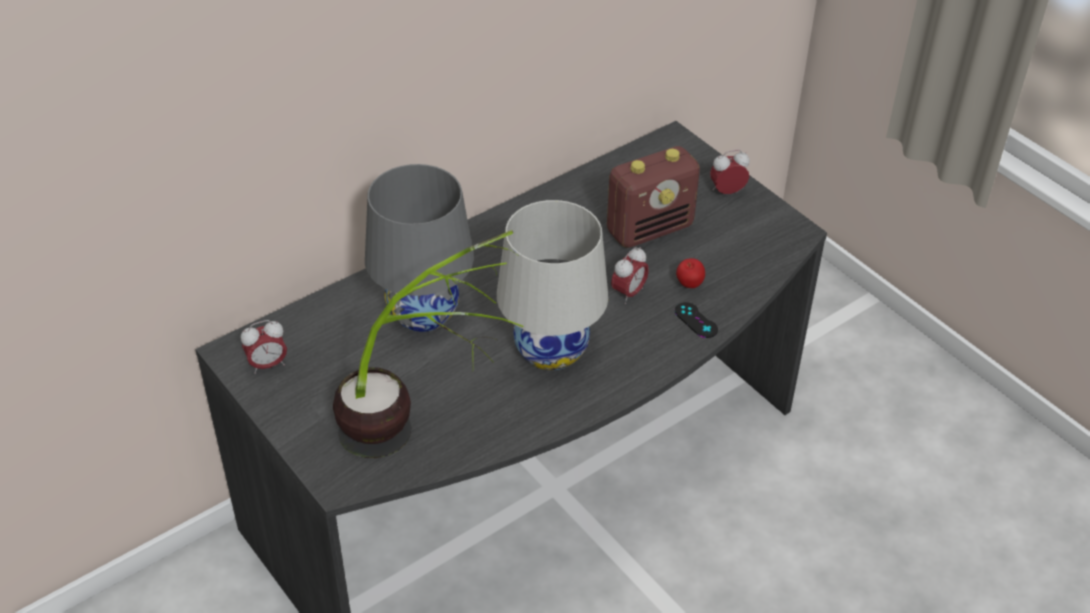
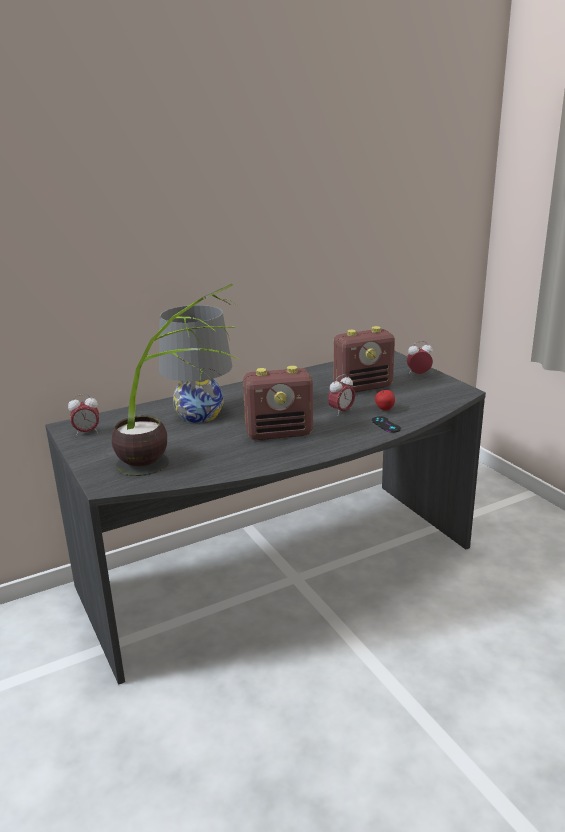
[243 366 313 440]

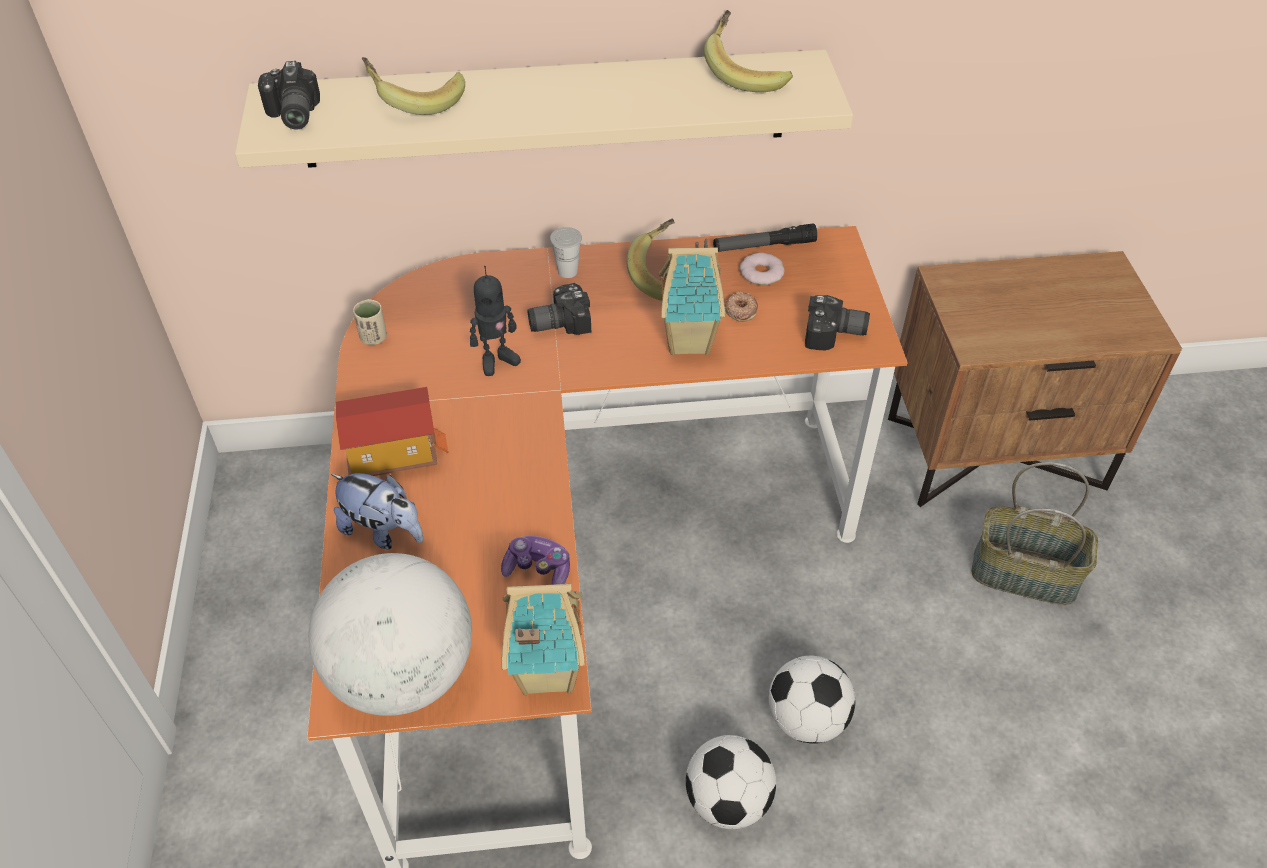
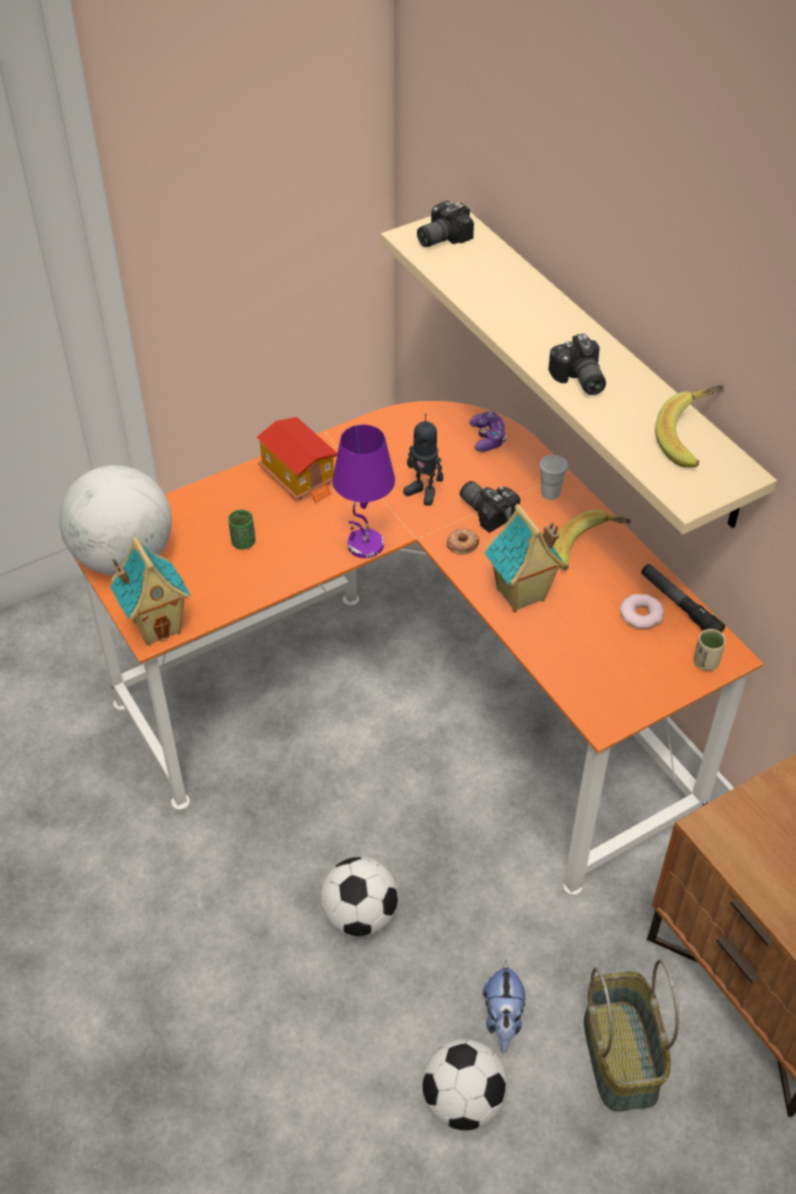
[483 960 525 1053]
[694 629 726 671]
[362 57 465 115] (first image)
[469 411 506 452]
[422 1039 508 1130]
[447 528 479 554]
[548 334 606 395]
[228 510 255 549]
[332 425 395 558]

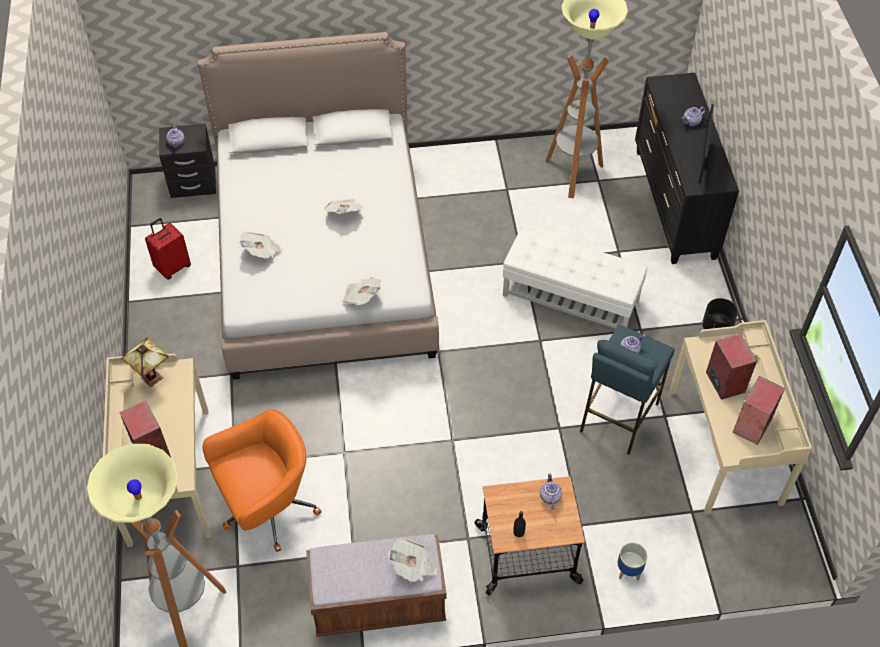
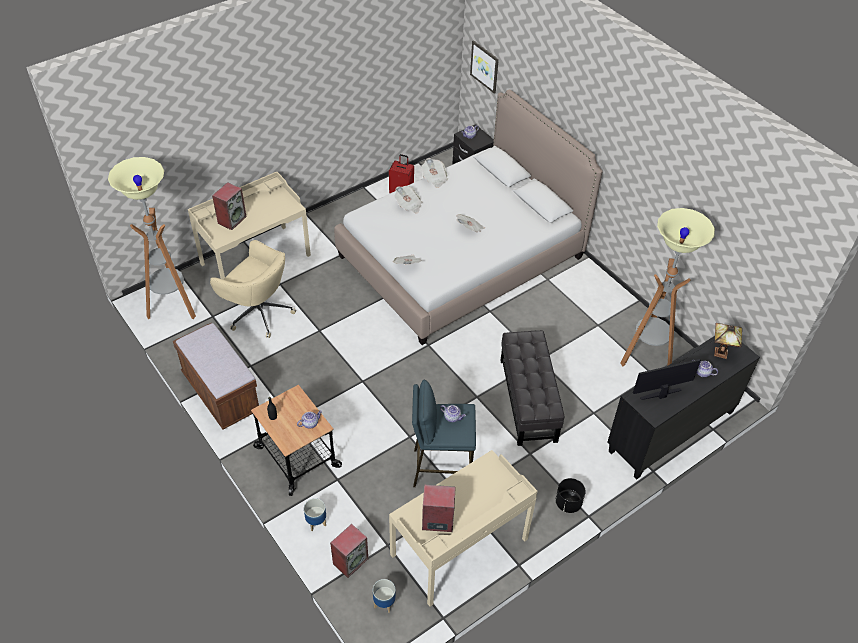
[714 323 742 359]
[210 240 296 338]
[421 158 448 188]
[500 330 564 446]
[330 524 368 578]
[373 579 396 613]
[470 40 499 94]

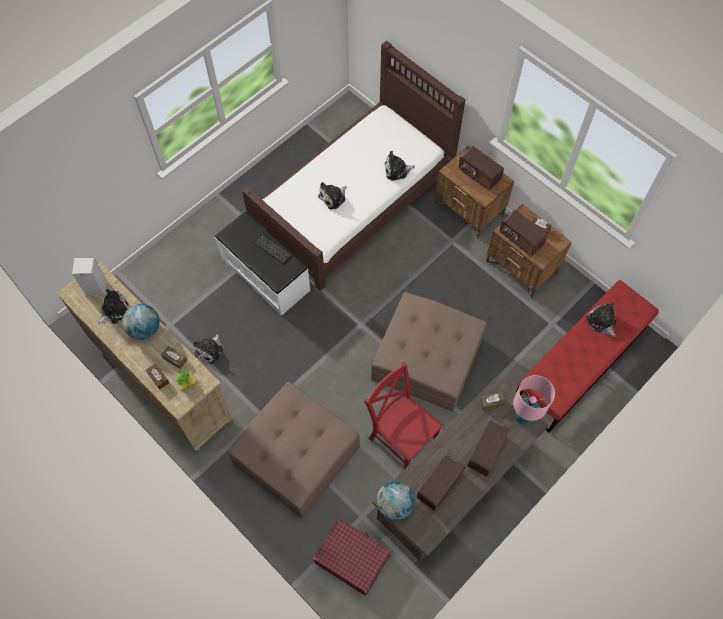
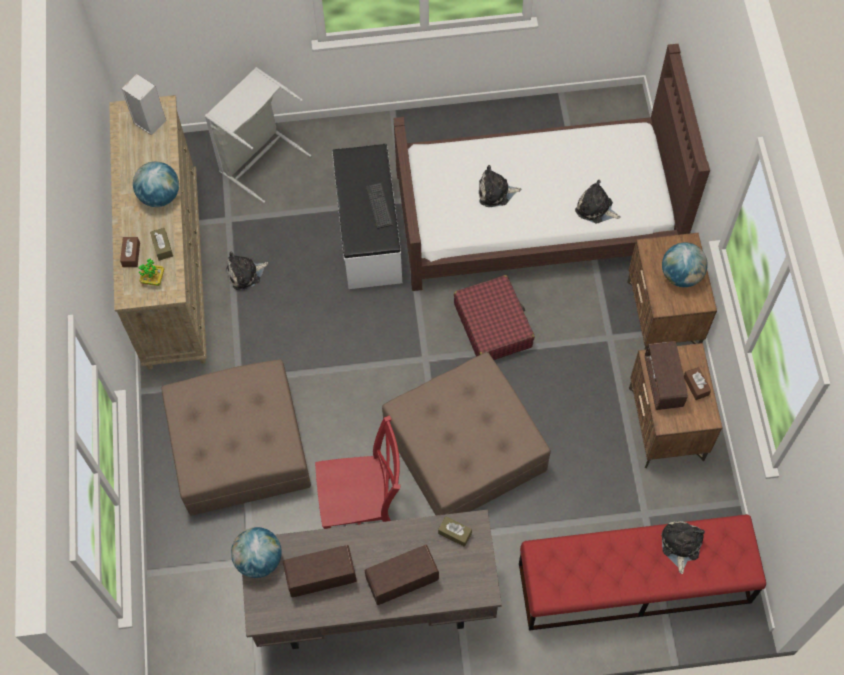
[98 289 130 325] (first image)
[454 275 535 360]
[315 415 401 529]
[662 242 708 287]
[513 375 555 425] (first image)
[205 67 311 203]

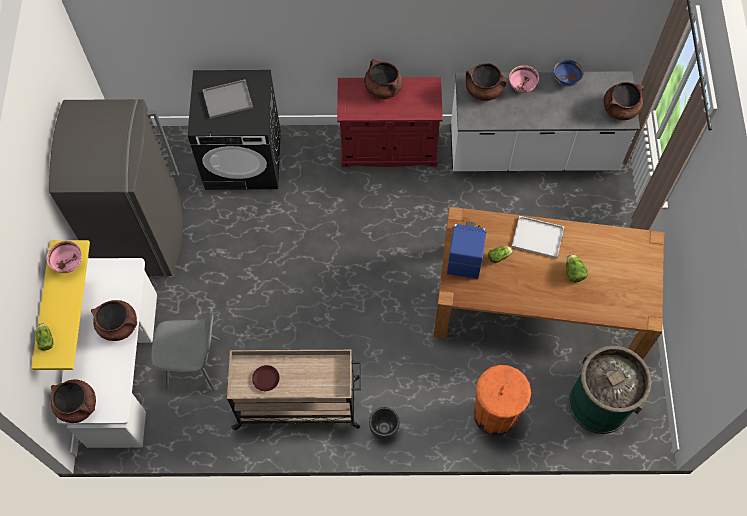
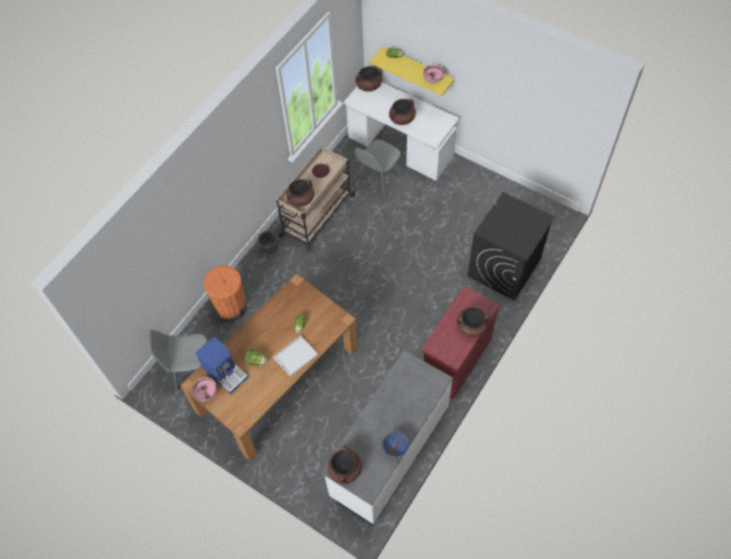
[49 99 183 276] (first image)
[202 79 253 119] (first image)
[196 337 248 394]
[286 179 314 207]
[192 377 216 401]
[149 330 207 391]

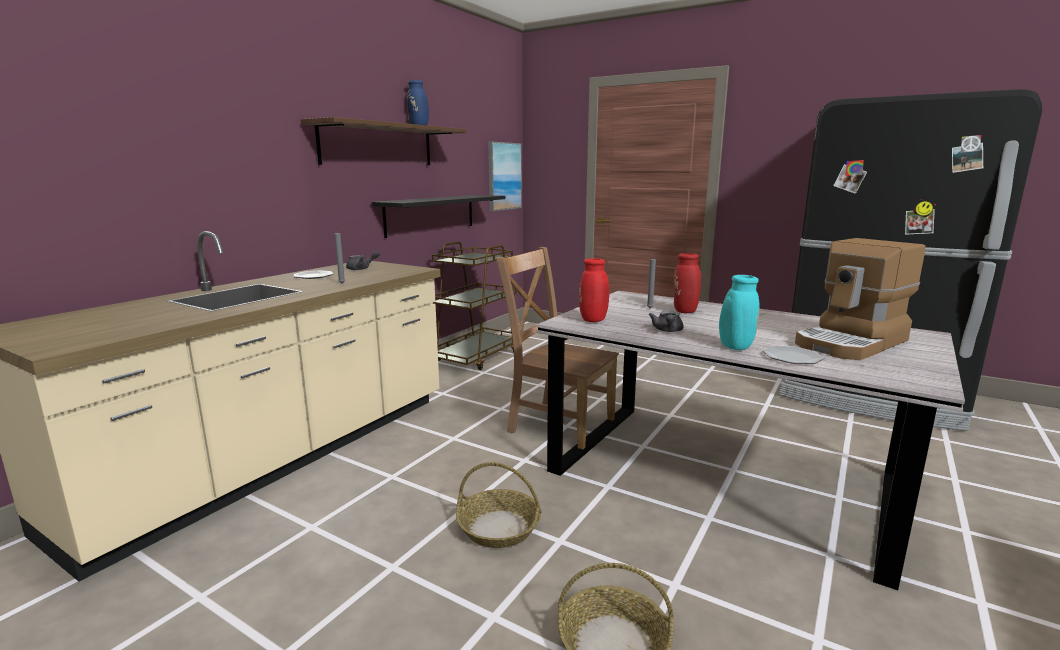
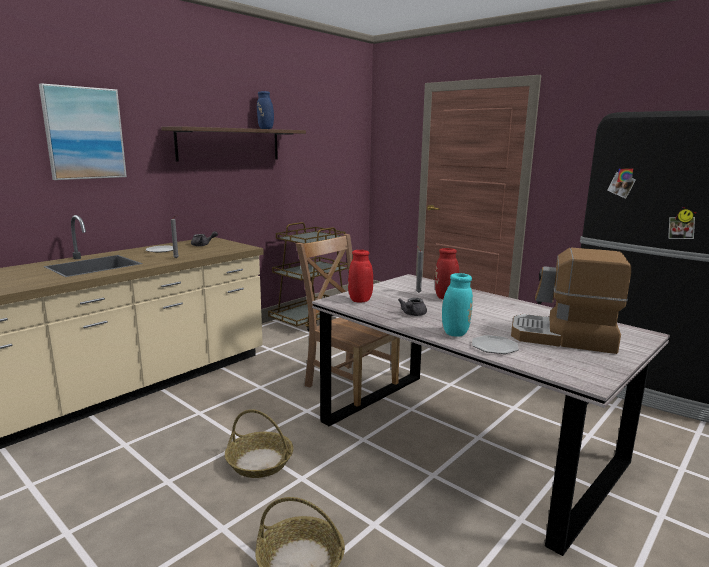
[372 195 505 238] (first image)
[39 83 127 180]
[511 248 631 354]

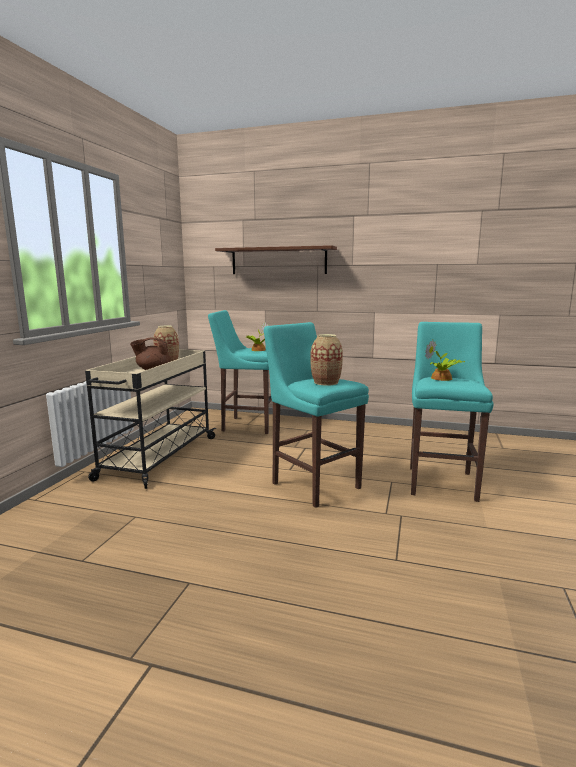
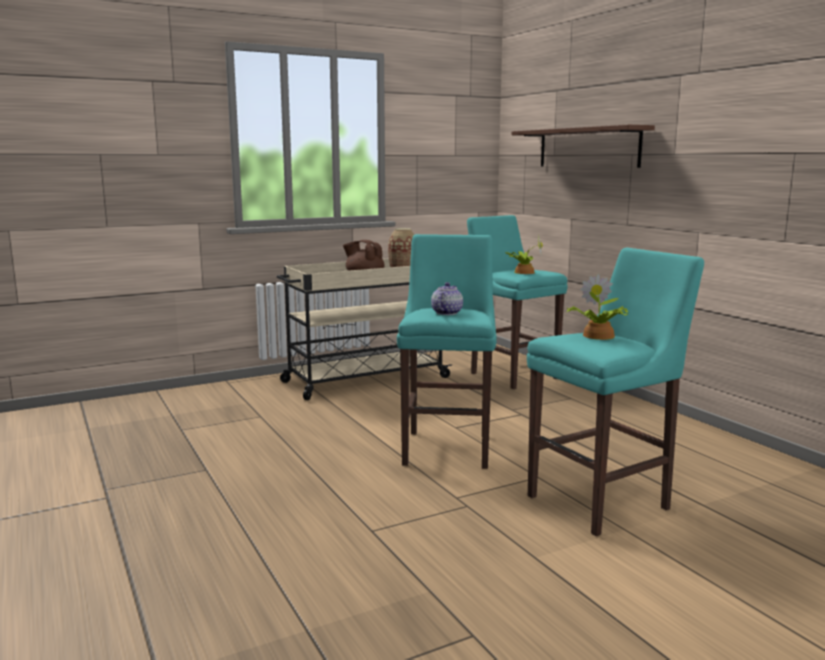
[431 282 463 315]

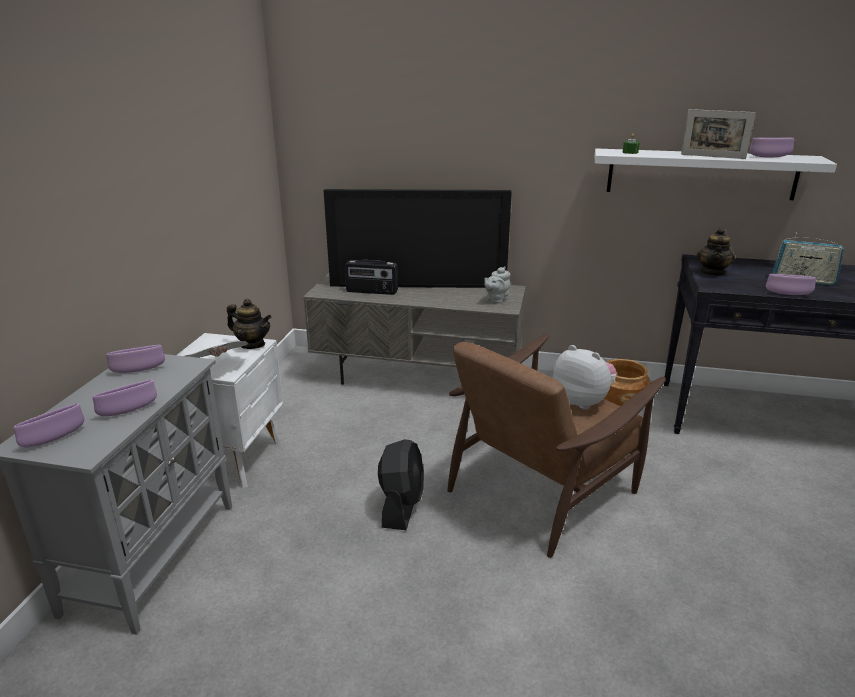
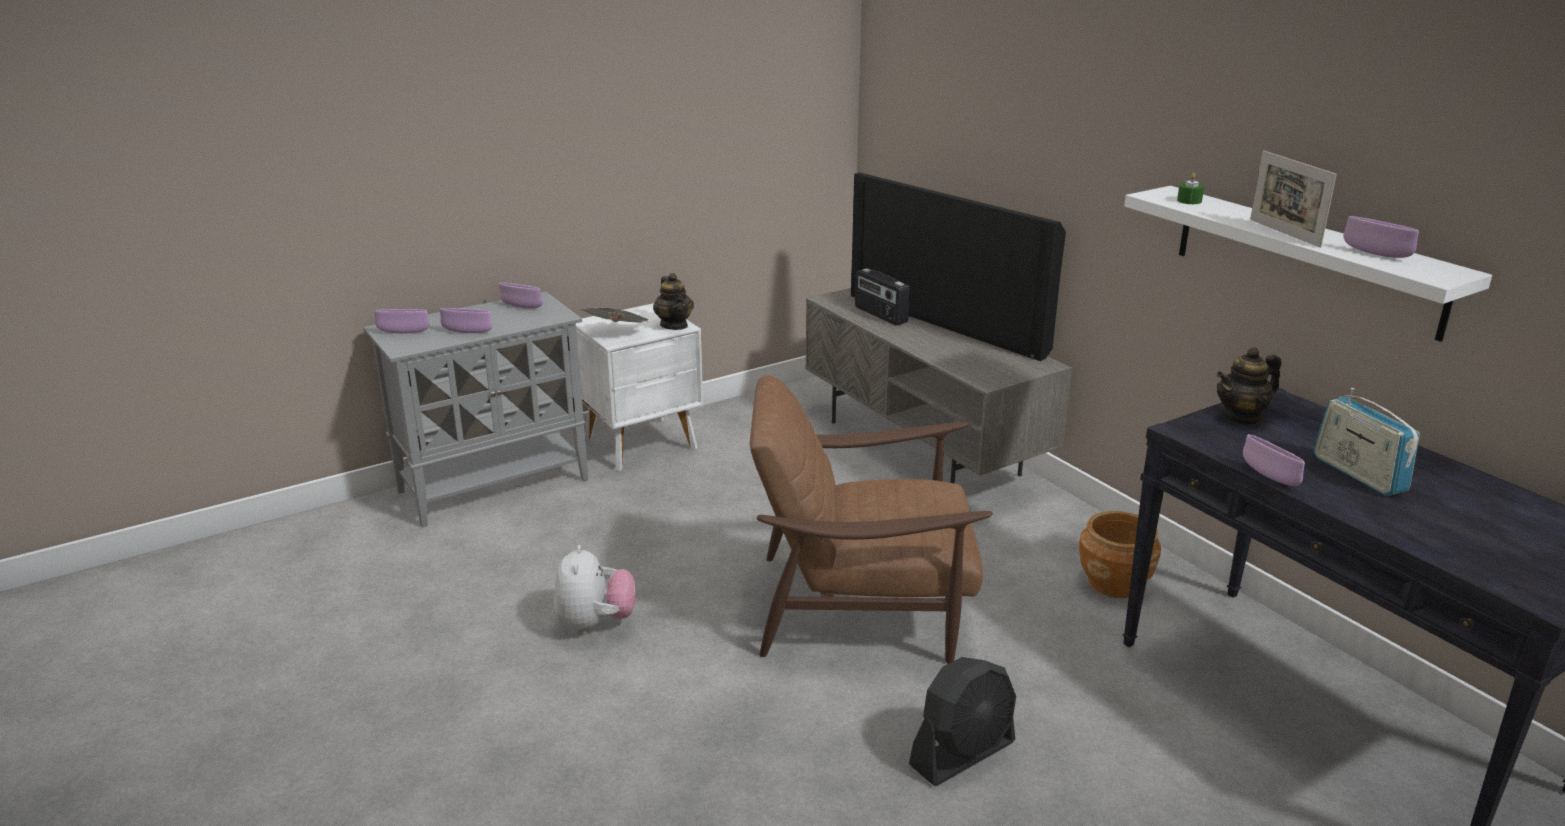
[909 657 1016 786]
[484 266 510 304] (first image)
[554 545 635 634]

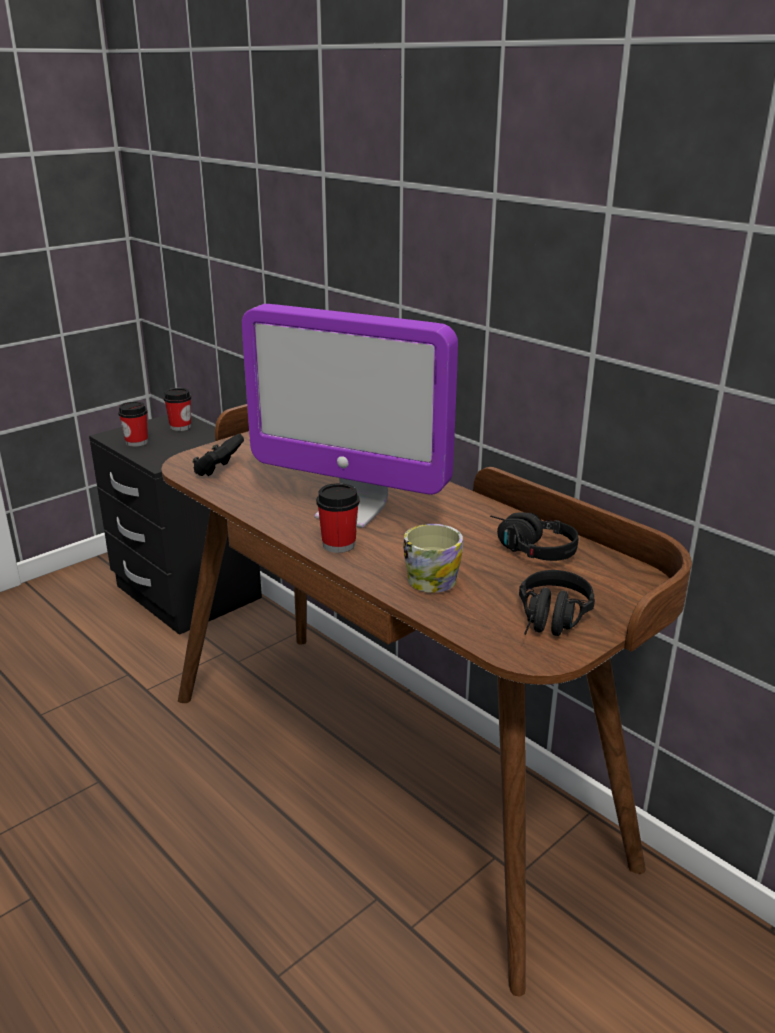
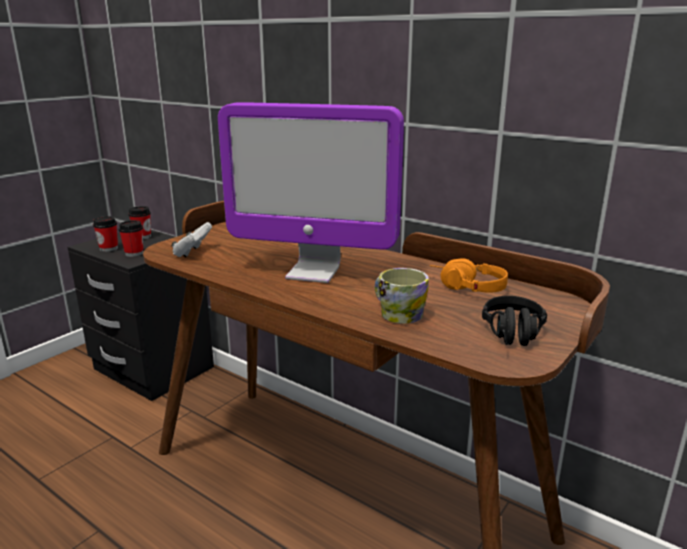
[171 222 212 257]
[118 220 143 257]
[430 258 508 293]

